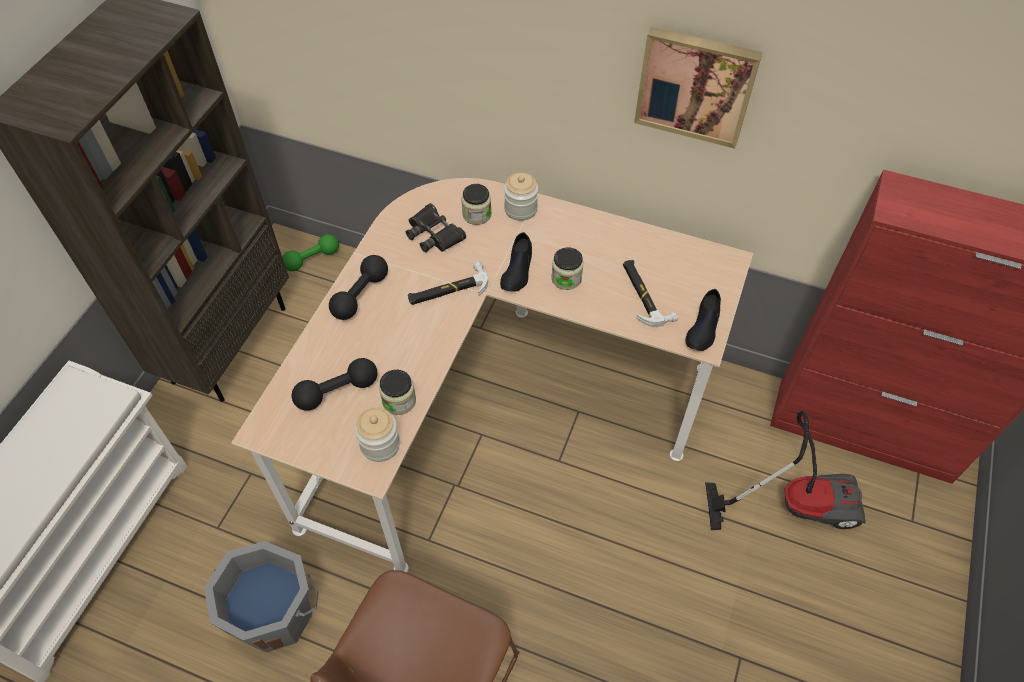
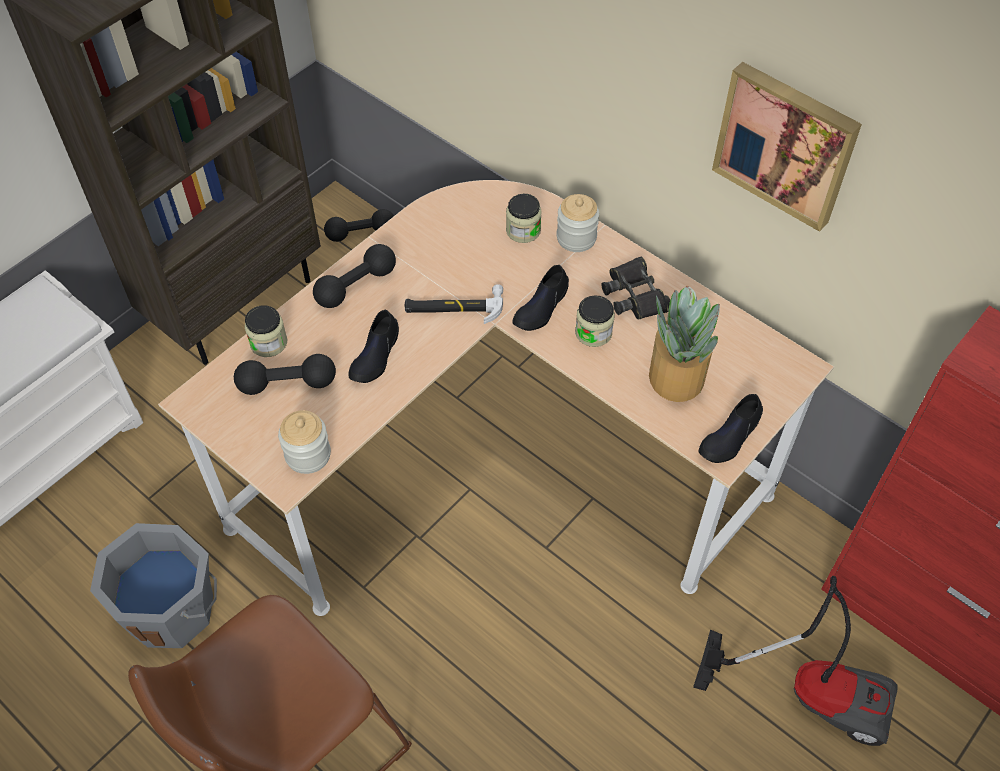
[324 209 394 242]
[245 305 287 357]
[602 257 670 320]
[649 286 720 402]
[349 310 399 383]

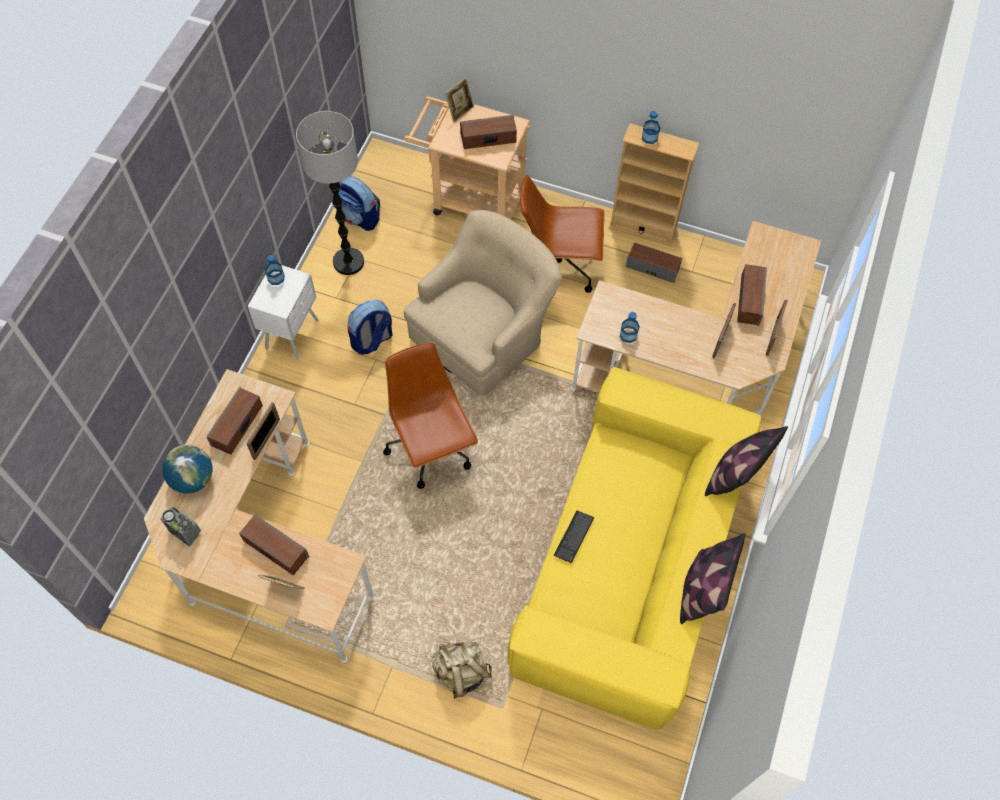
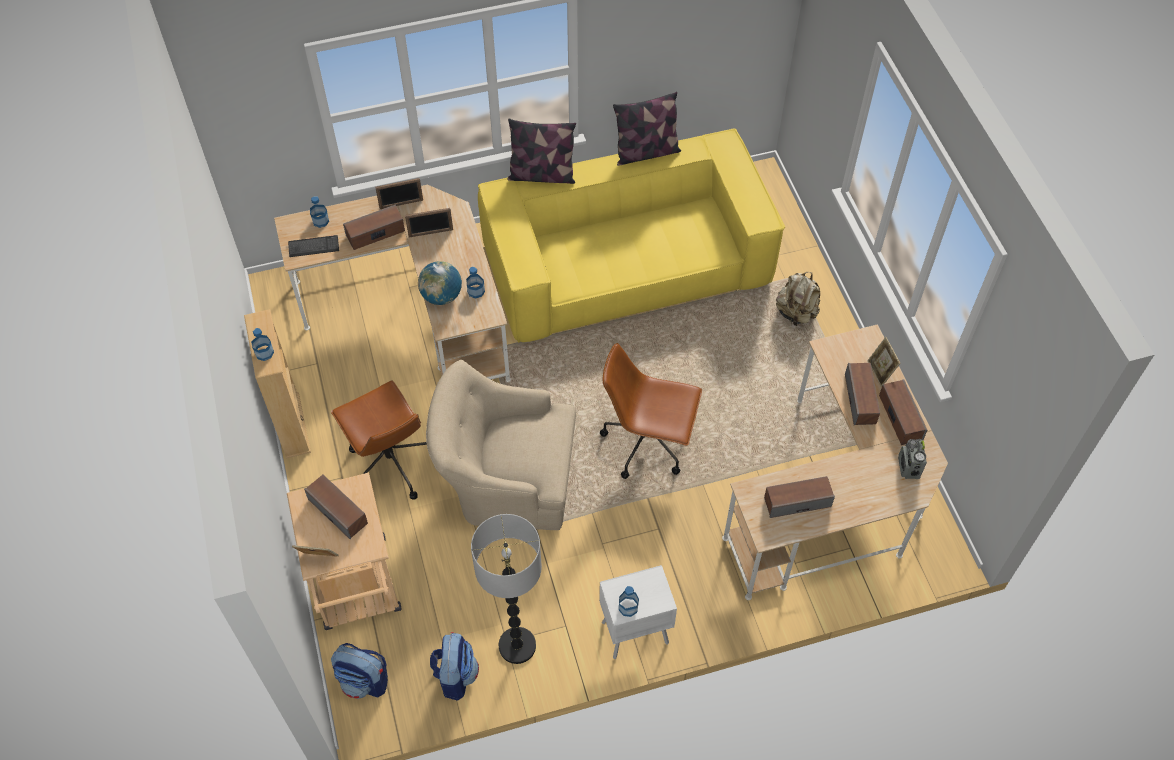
[418 261 462 305]
[246 402 280 460] (first image)
[331 643 388 699]
[600 343 702 479]
[288 235 339 257]
[879 379 927 445]
[310 196 329 228]

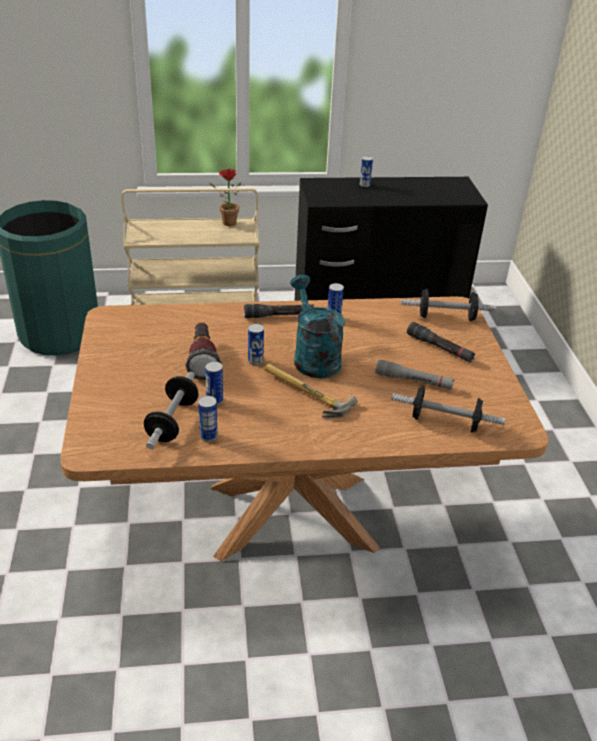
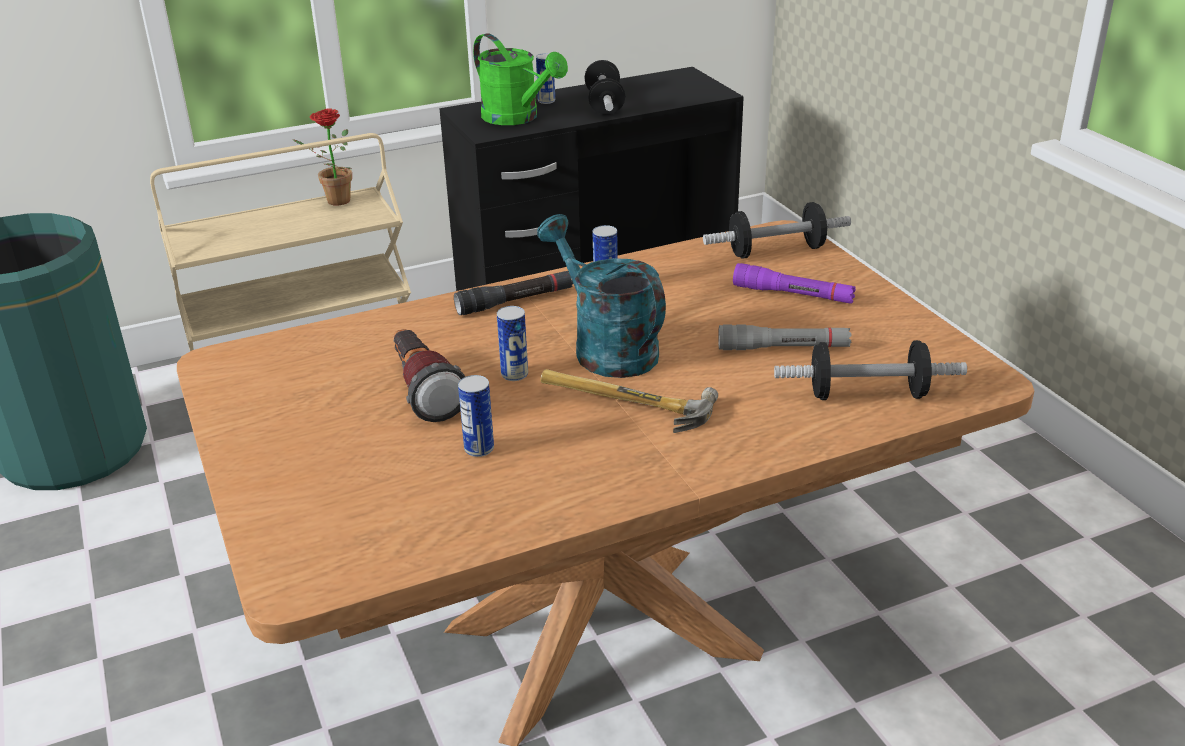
[584 60 625 115]
[198 396 217 442] (first image)
[733 263 856 304]
[473 33 568 125]

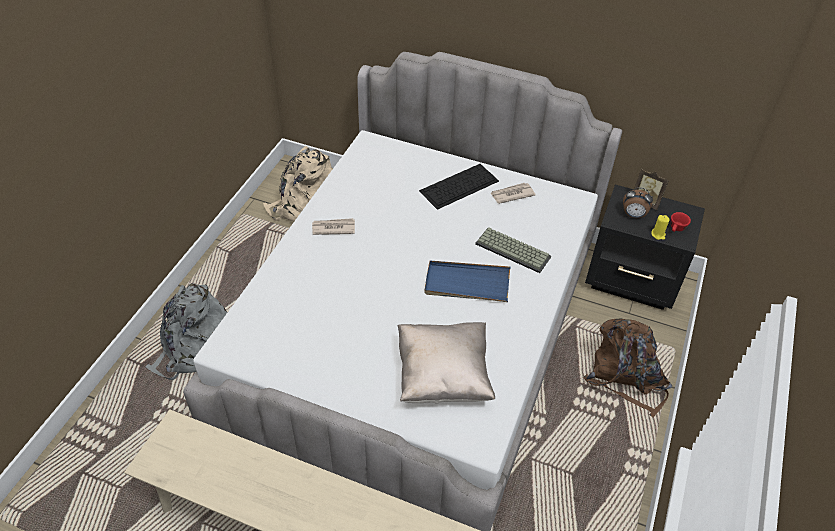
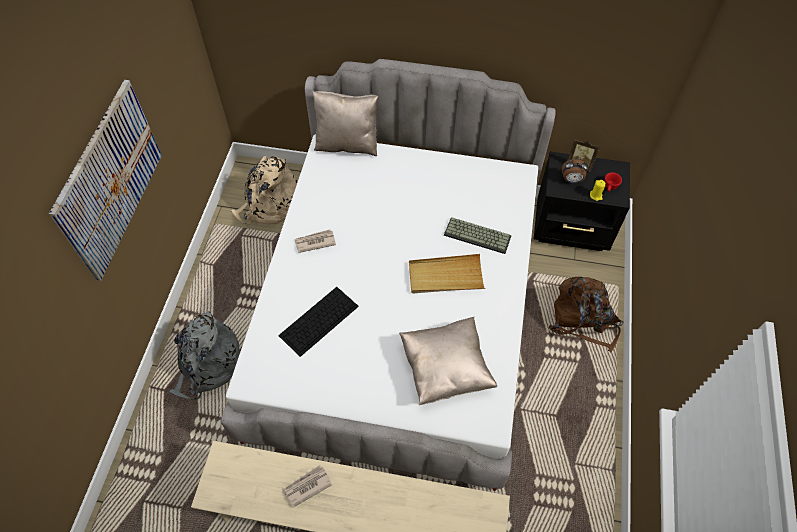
[278 287 359 357]
[409 254 485 293]
[283 465 332 508]
[49 80 162 281]
[312 91 378 156]

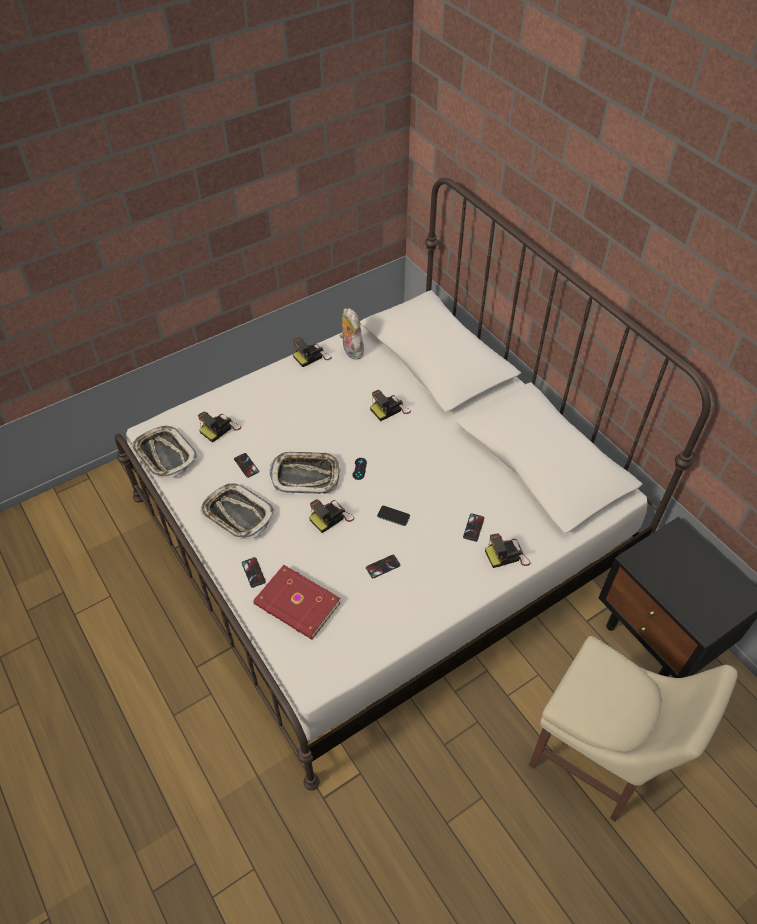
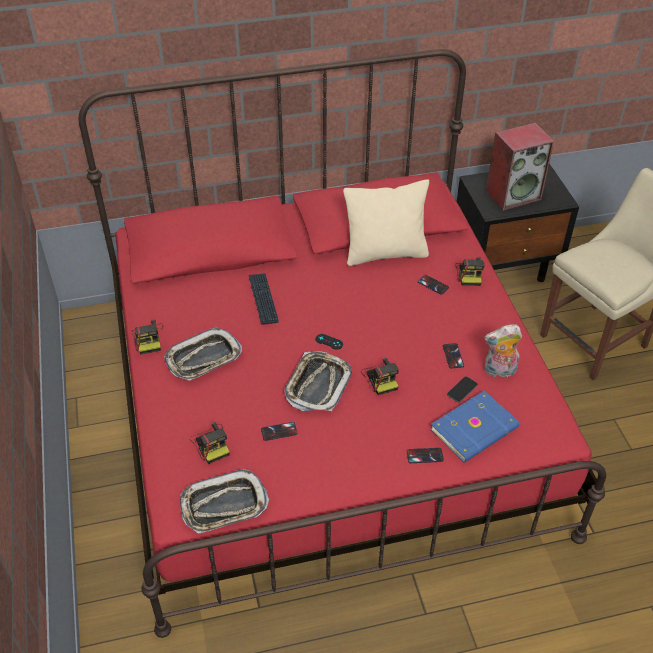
[78 49 606 638]
[164 328 242 381]
[430 391 520 463]
[484 324 522 377]
[248 273 279 325]
[447 376 478 403]
[343 179 429 266]
[486 123 554 211]

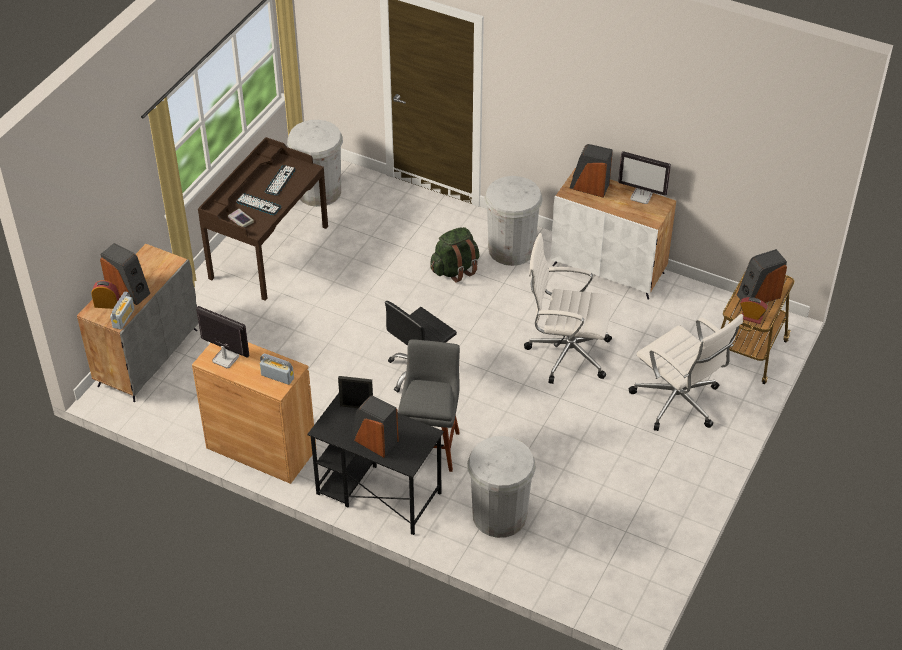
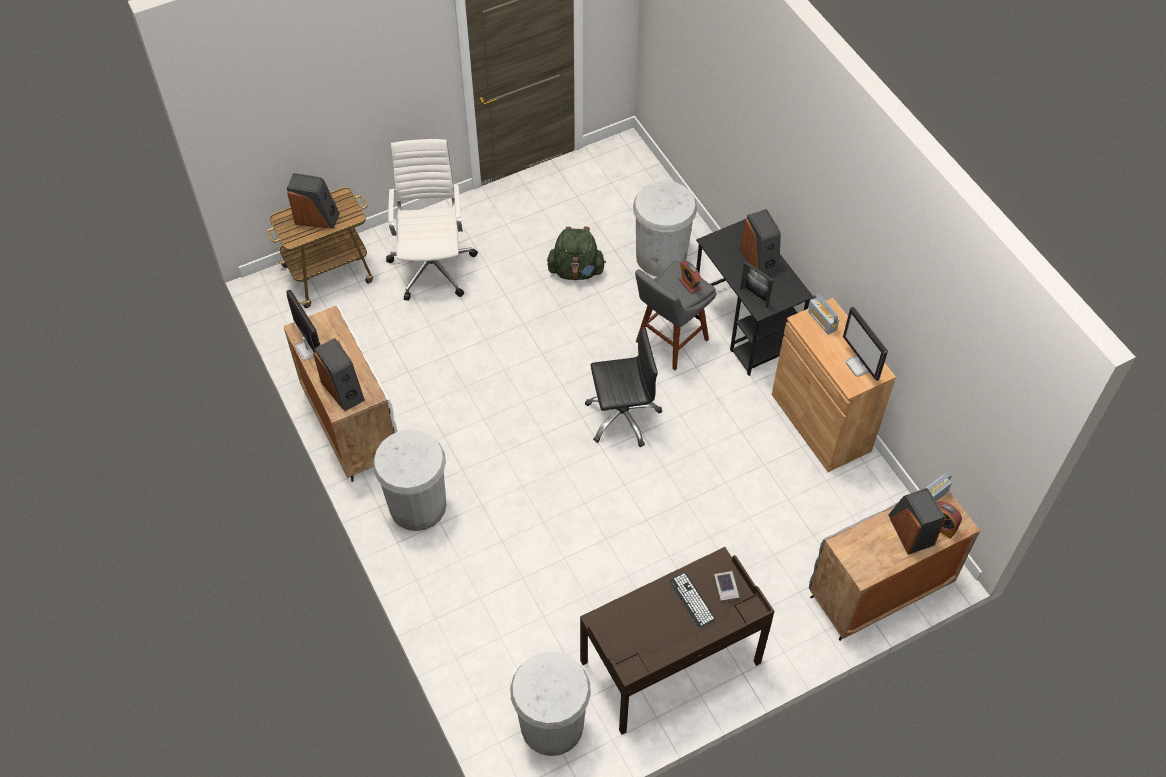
[265 165 296 196] (first image)
[547 227 606 281]
[524 233 612 384] (first image)
[679 261 702 294]

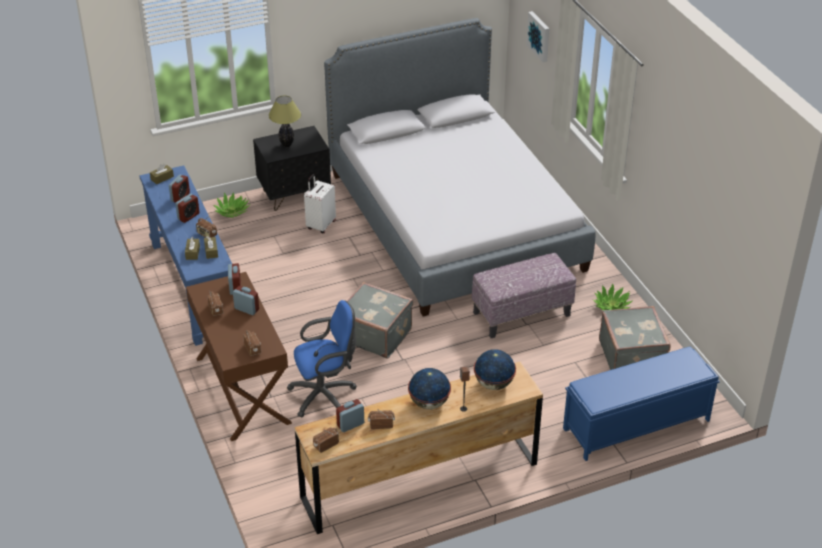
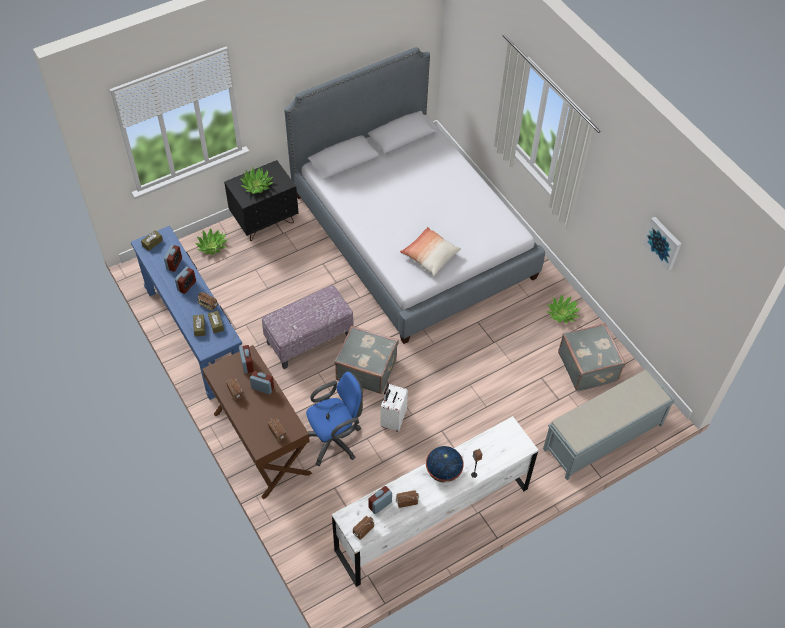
[239 167 273 194]
[332 416 538 587]
[380 384 408 432]
[262 285 354 369]
[474 349 516 390] (first image)
[643 217 681 271]
[543 370 675 480]
[400 227 461 276]

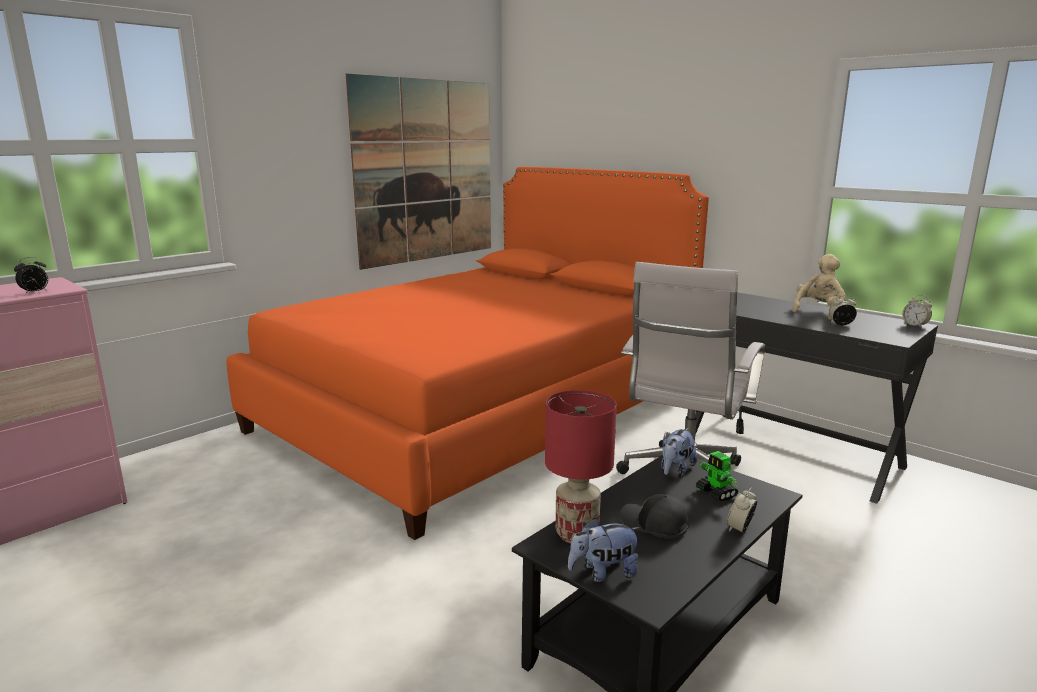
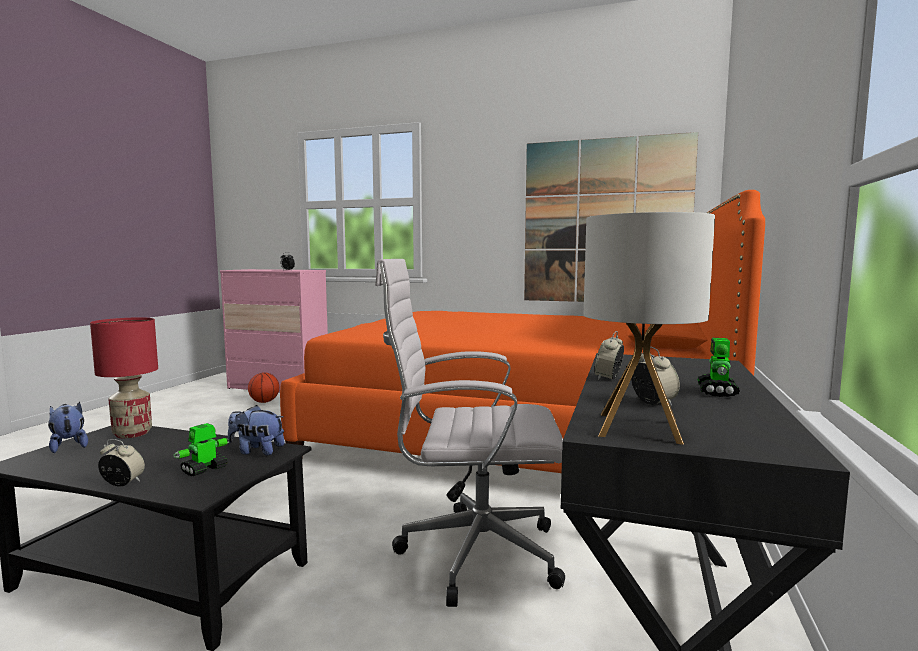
[620 494 689 539] (first image)
[697 338 740 397]
[595 331 624 380]
[248 372 280 403]
[583 212 715 445]

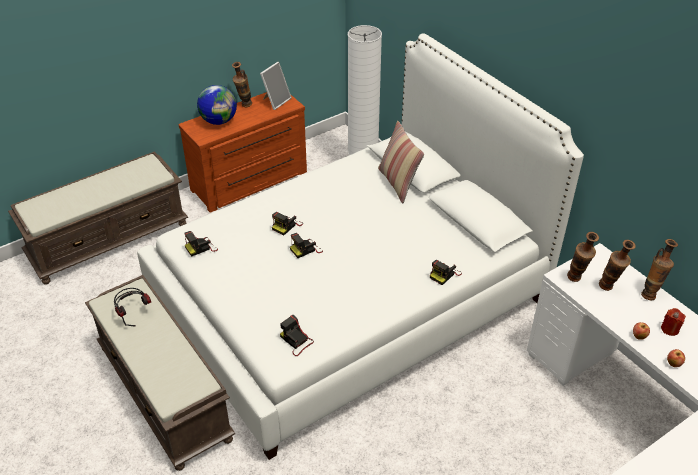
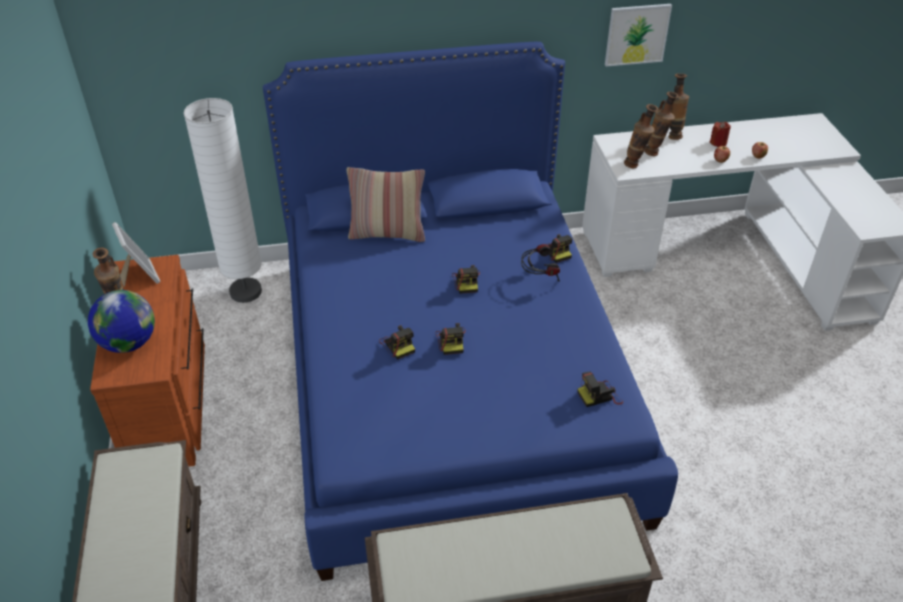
[521 244 560 282]
[263 42 678 581]
[452 265 480 294]
[605 4 672 66]

